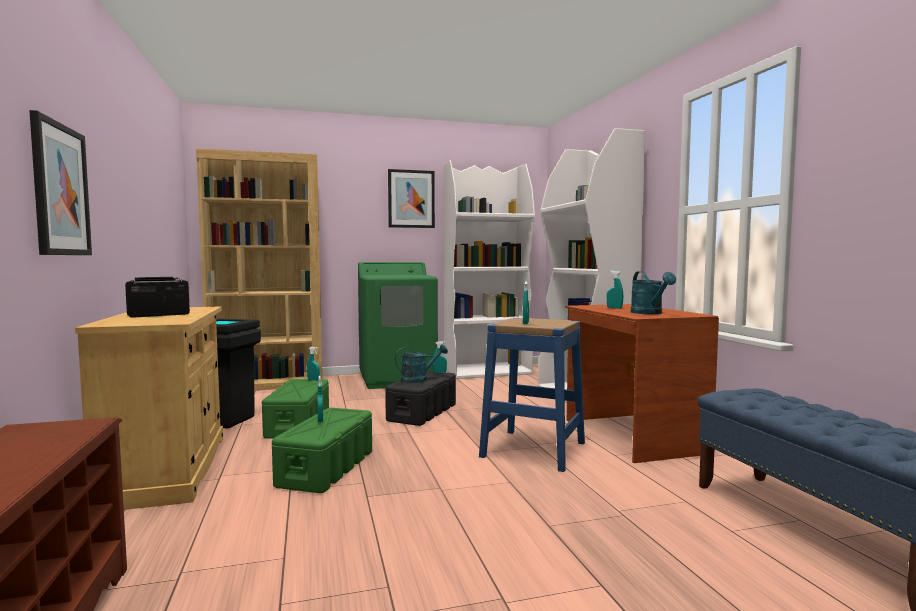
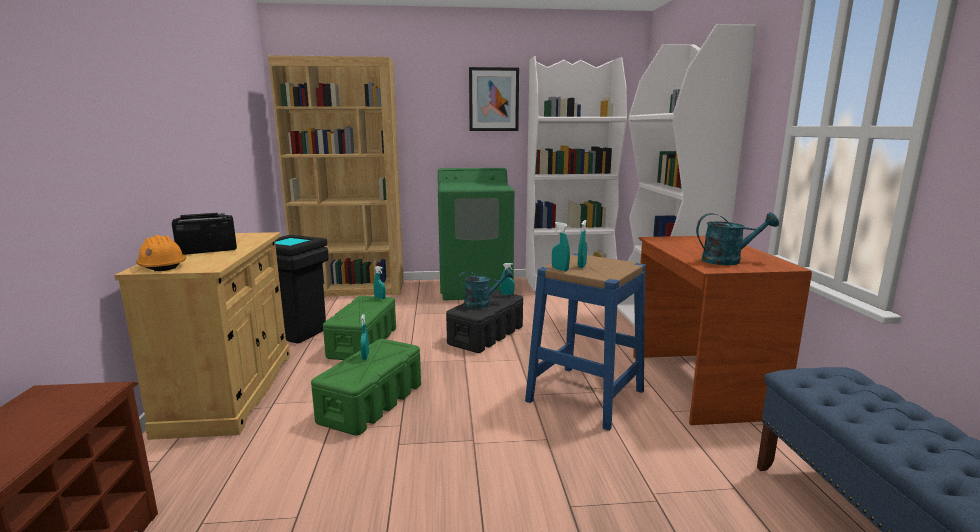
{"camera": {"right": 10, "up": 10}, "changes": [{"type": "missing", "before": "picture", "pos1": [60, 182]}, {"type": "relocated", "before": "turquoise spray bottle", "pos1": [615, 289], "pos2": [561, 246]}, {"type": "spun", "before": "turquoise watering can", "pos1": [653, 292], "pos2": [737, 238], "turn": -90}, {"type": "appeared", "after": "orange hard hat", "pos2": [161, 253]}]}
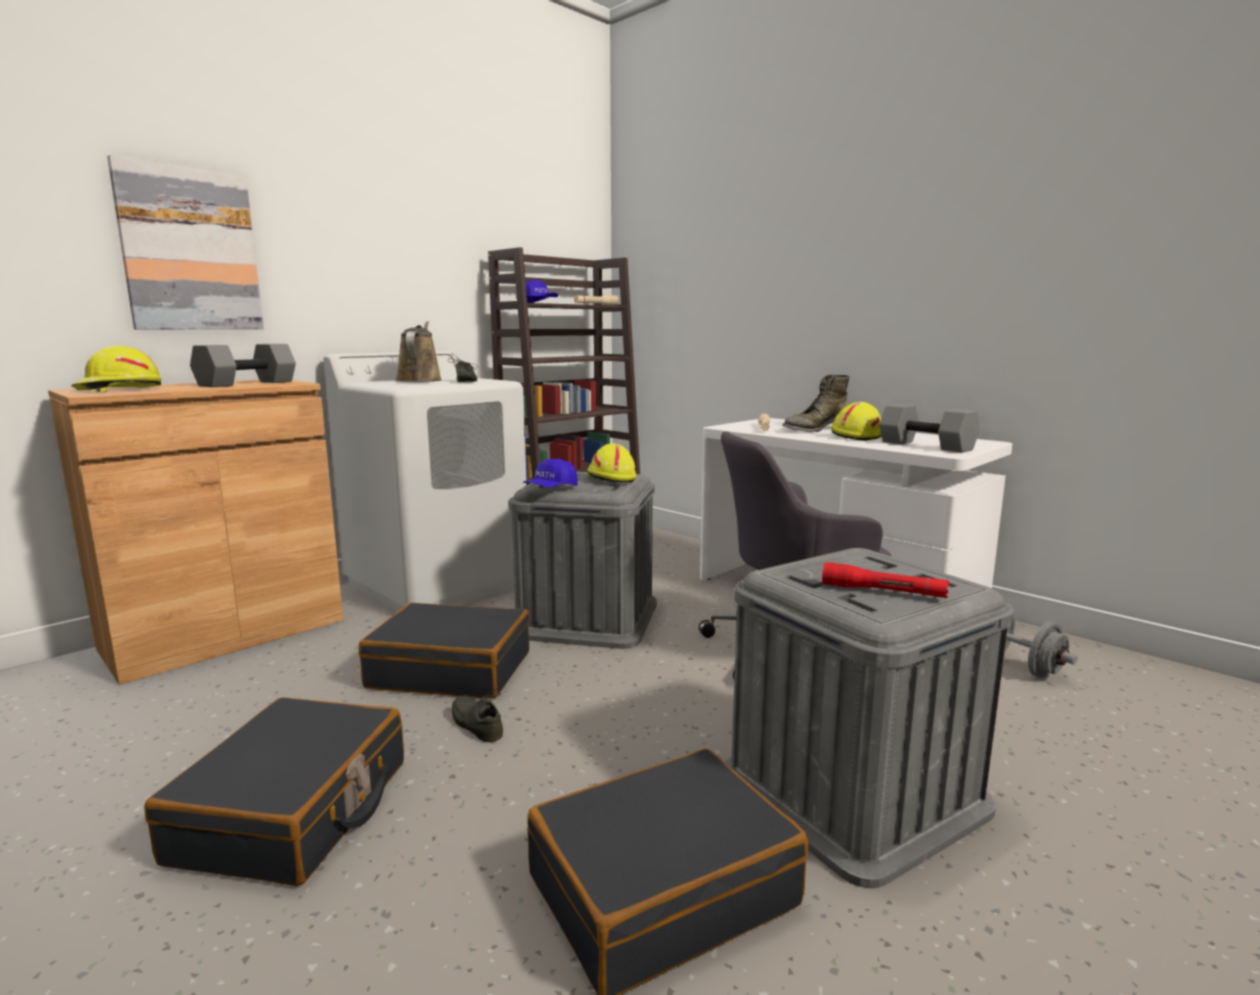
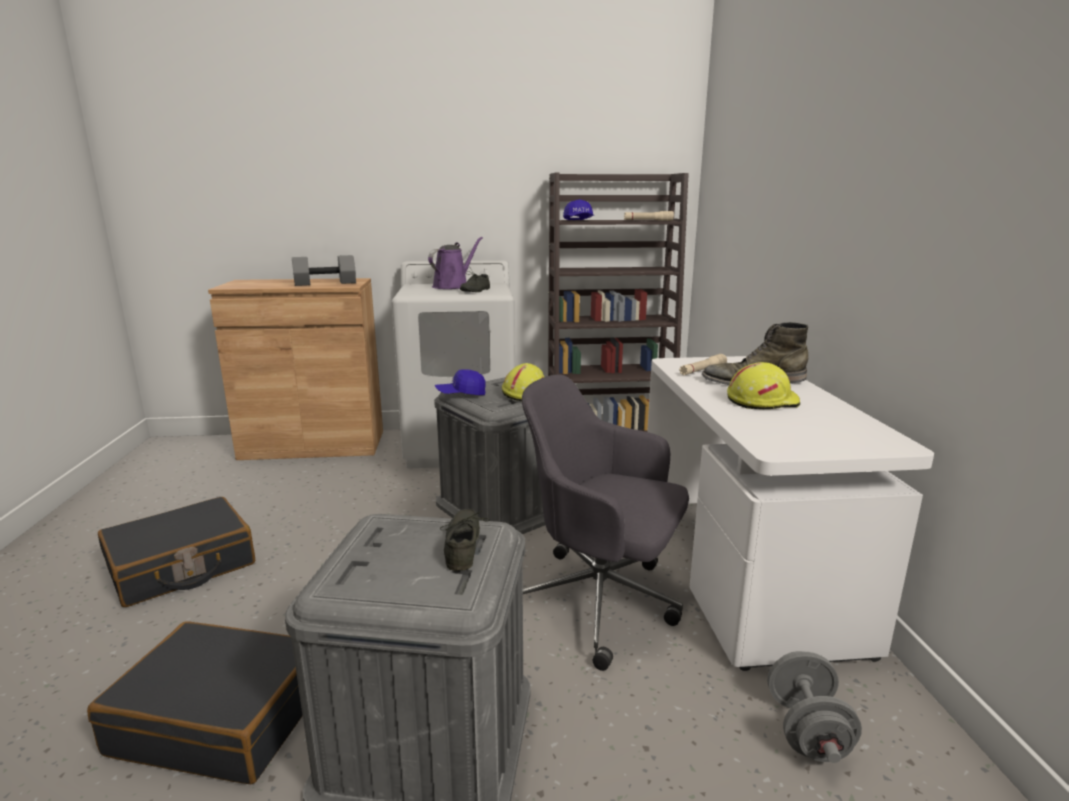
{"camera": {"right": 40, "up": 5}, "changes": [{"type": "missing", "before": "picture", "pos1": [185, 242]}, {"type": "colour", "before": "brown watering can", "after": "purple watering can", "pos1": [418, 351], "pos2": [455, 263]}, {"type": "missing", "before": "yellow hard hat", "pos1": [116, 369]}, {"type": "missing", "before": "grey dumbbell", "pos1": [929, 428]}, {"type": "missing", "before": "red flashlight", "pos1": [885, 580]}, {"type": "missing", "before": "black suitcase", "pos1": [444, 651]}, {"type": "relocated", "before": "grey shoe", "pos1": [477, 714], "pos2": [465, 540]}]}
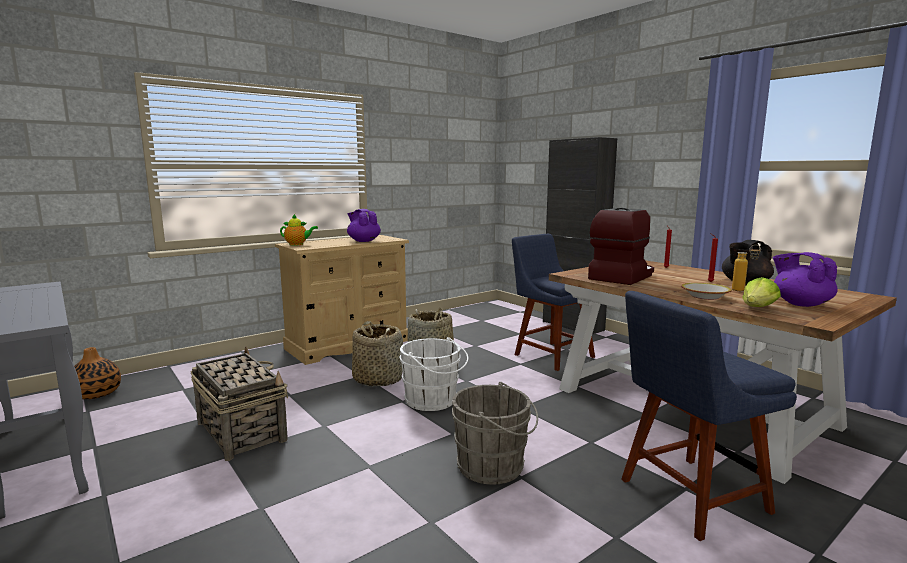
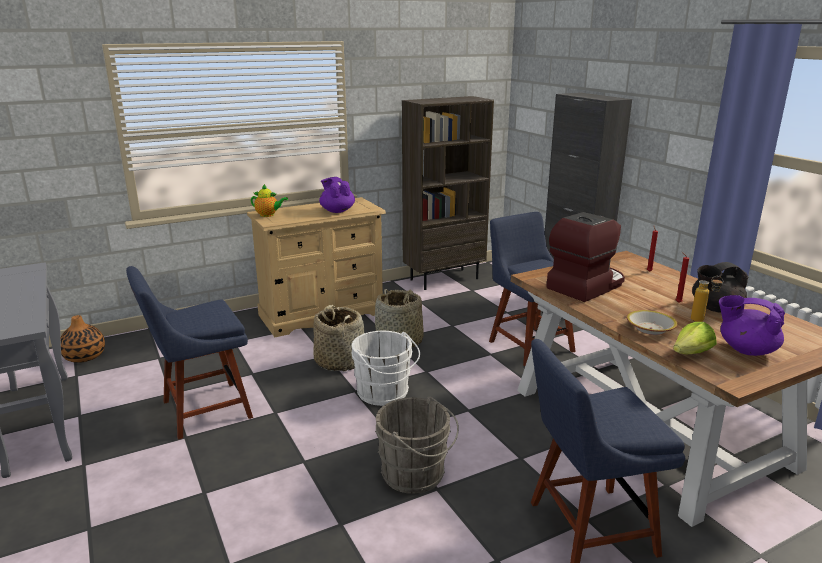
{"camera": {"right": 10, "up": 10}, "changes": [{"type": "spun", "before": "purple teapot", "pos1": [805, 279], "pos2": [752, 325], "turn": -45}, {"type": "exchanged", "before": "basket", "after": "blue chair", "pos1": [239, 403], "pos2": [189, 353]}, {"type": "appeared", "after": "brown bookcase", "pos2": [448, 193]}]}
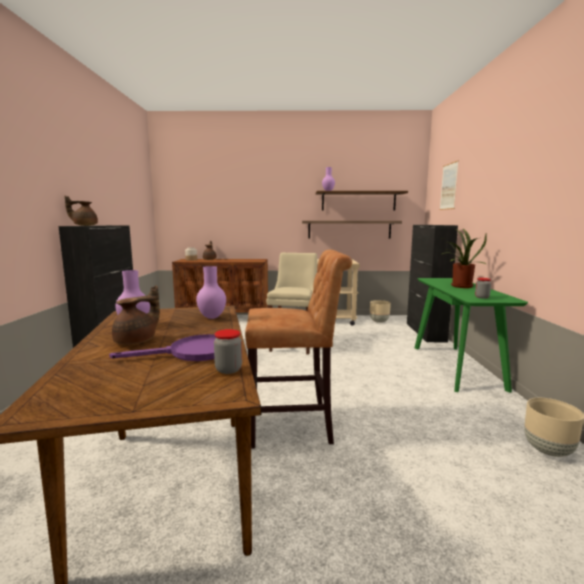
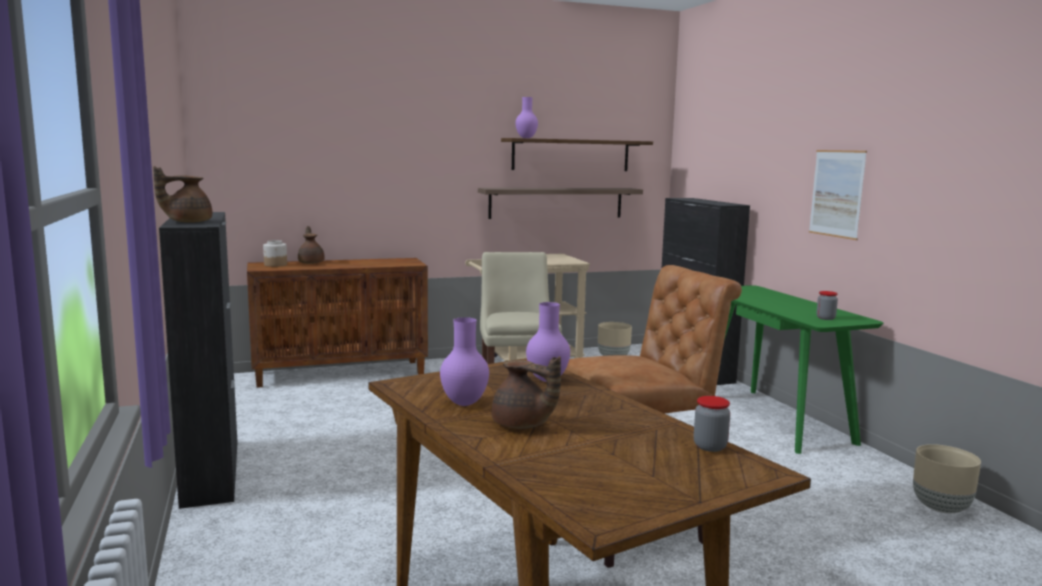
{"camera": {"right": -20, "up": 0}, "changes": [{"type": "relocated", "before": "picture", "pos1": [449, 185], "pos2": [838, 195]}, {"type": "missing", "before": "potted plant", "pos1": [464, 258]}, {"type": "spun", "before": "brown teapot", "pos1": [136, 315], "pos2": [526, 392], "turn": 105}, {"type": "missing", "before": "purple frying pan", "pos1": [162, 347]}]}
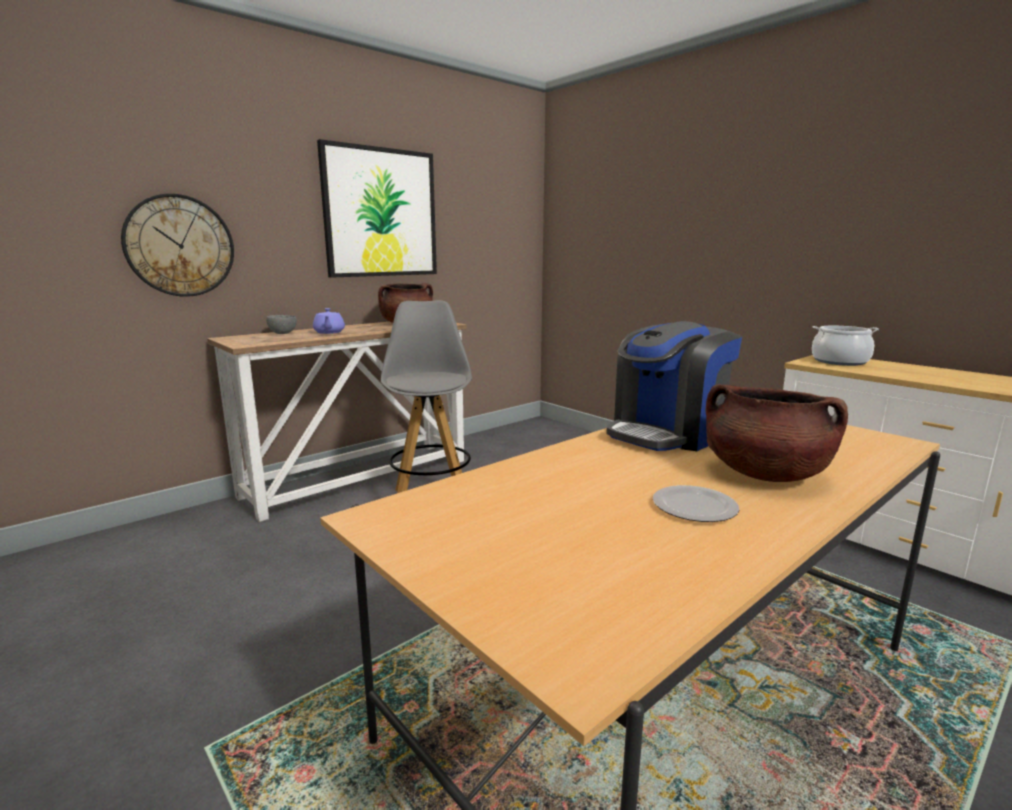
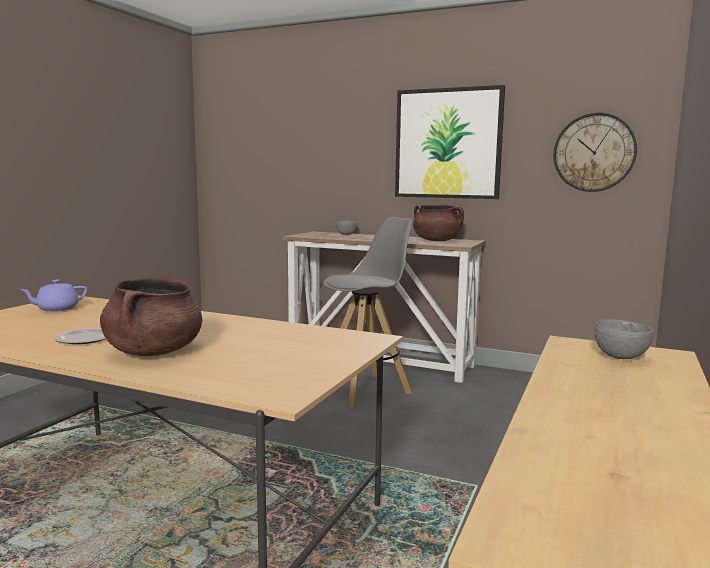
{"camera": {"right": 65, "up": -5}, "changes": [{"type": "relocated", "before": "wall clock", "pos1": [177, 245], "pos2": [595, 152]}, {"type": "relocated", "before": "purple teapot", "pos1": [329, 321], "pos2": [54, 296]}, {"type": "missing", "before": "coffee machine", "pos1": [674, 386]}, {"type": "exchanged", "before": "cooking pot", "after": "grey bowl", "pos1": [845, 346], "pos2": [623, 339]}]}
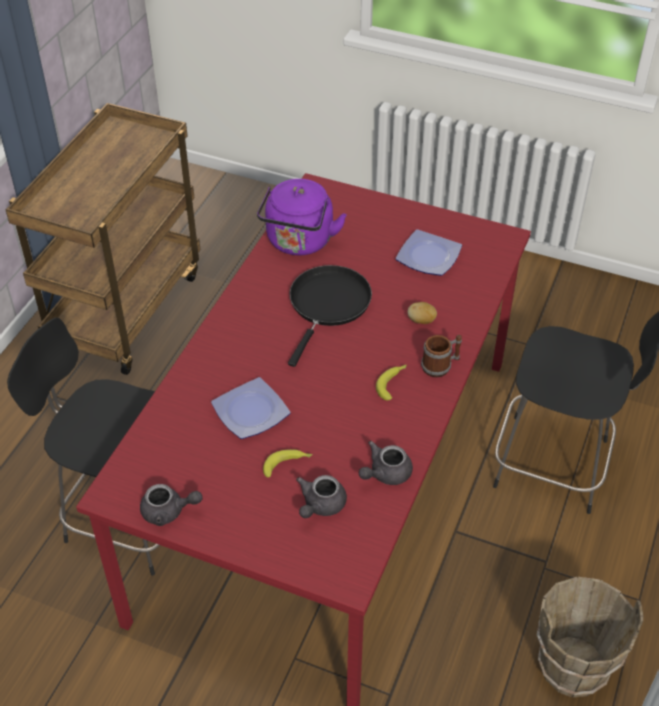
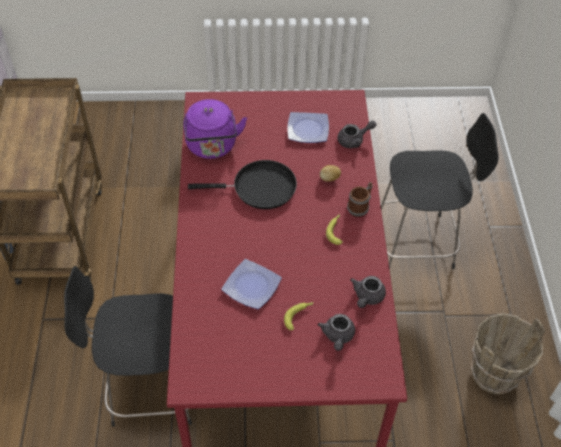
{"camera": {"right": -25, "up": 5}, "changes": [{"type": "spun", "before": "black frying pan", "pos1": [330, 316], "pos2": [242, 184], "turn": 90}, {"type": "relocated", "before": "grey teapot", "pos1": [171, 505], "pos2": [356, 134]}]}
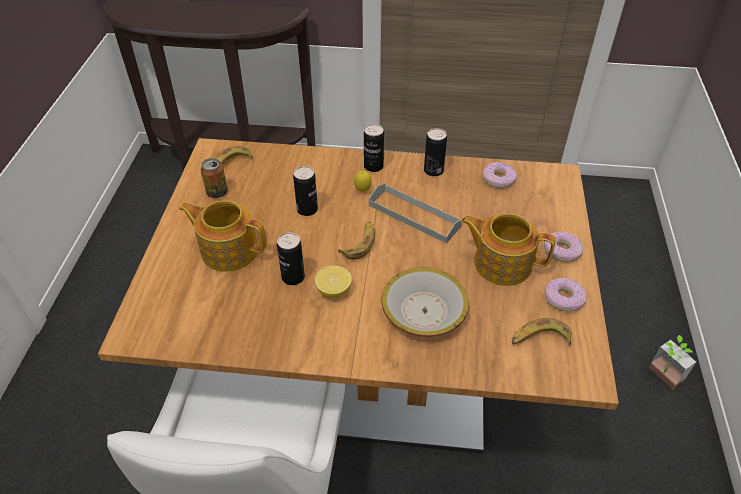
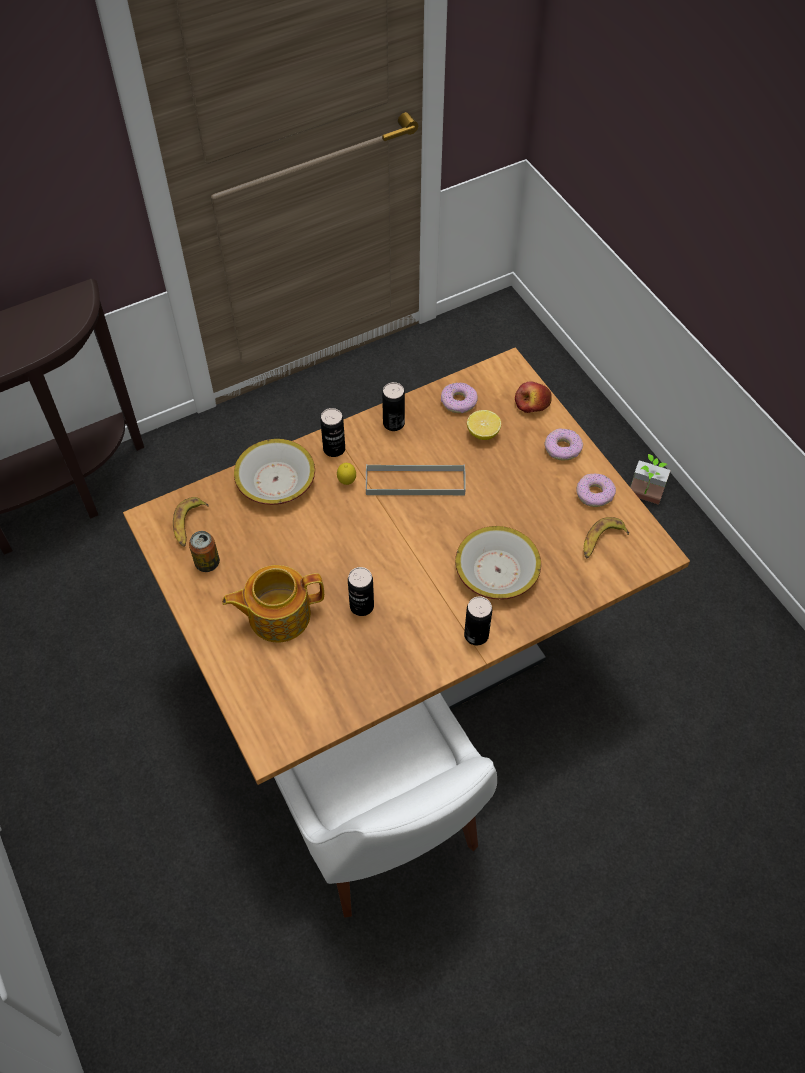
{"camera": {"right": -35, "up": 10}, "changes": [{"type": "relocated", "before": "can", "pos1": [305, 191], "pos2": [478, 620]}, {"type": "missing", "before": "teapot", "pos1": [508, 249]}, {"type": "missing", "before": "banana", "pos1": [356, 241]}, {"type": "relocated", "before": "lemon", "pos1": [333, 282], "pos2": [484, 425]}, {"type": "appeared", "after": "apple", "pos2": [533, 397]}, {"type": "appeared", "after": "bowl", "pos2": [274, 472]}]}
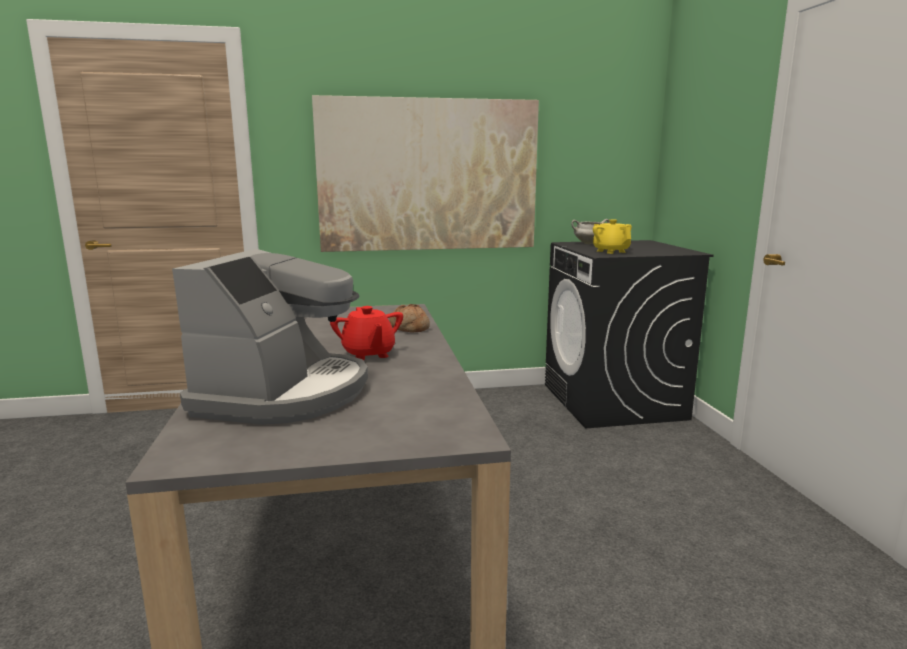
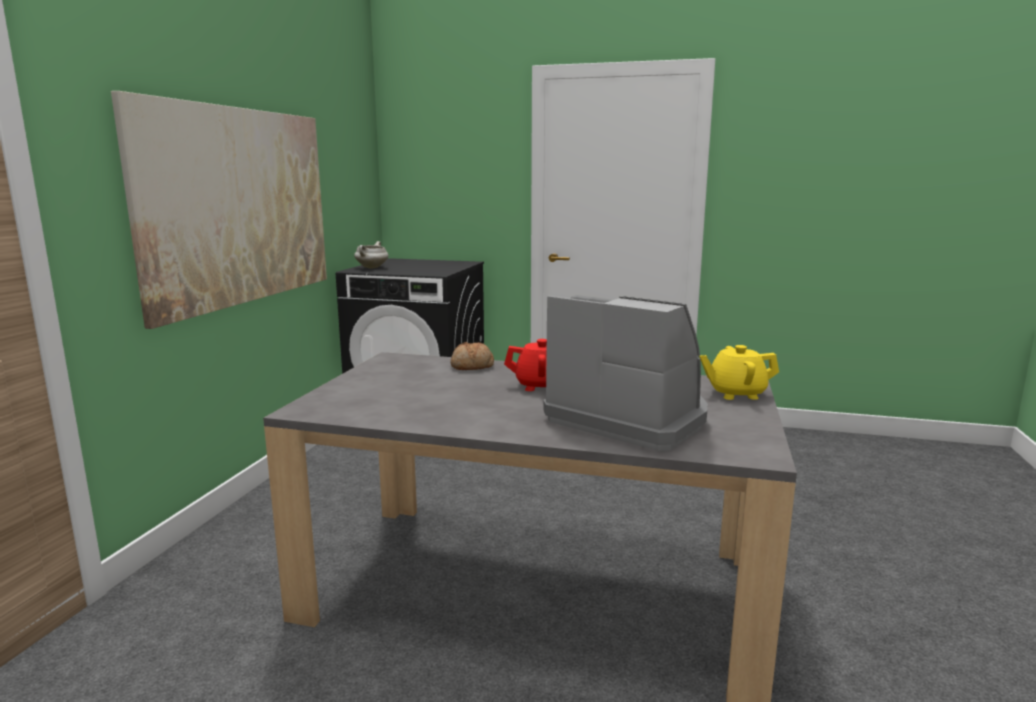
{"camera": {"right": -65, "up": 0}, "changes": [{"type": "relocated", "before": "yellow teapot", "pos1": [612, 236], "pos2": [739, 372]}]}
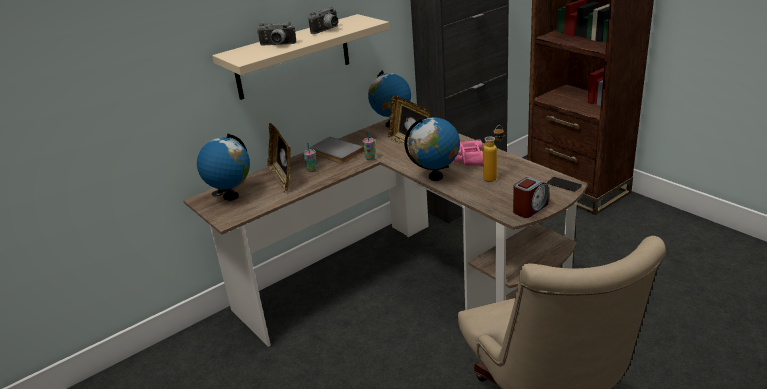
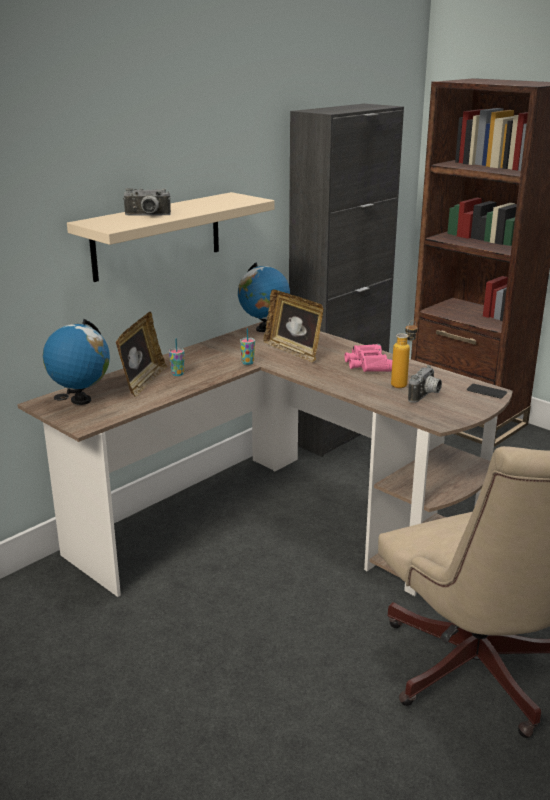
{"camera": {"right": -10, "up": -5}, "changes": [{"type": "relocated", "before": "photo camera", "pos1": [323, 20], "pos2": [425, 384]}, {"type": "missing", "before": "globe", "pos1": [432, 149]}, {"type": "spun", "before": "picture frame", "pos1": [279, 157], "pos2": [141, 354], "turn": -135}, {"type": "missing", "before": "grey book", "pos1": [336, 150]}, {"type": "missing", "before": "alarm clock", "pos1": [531, 197]}]}
